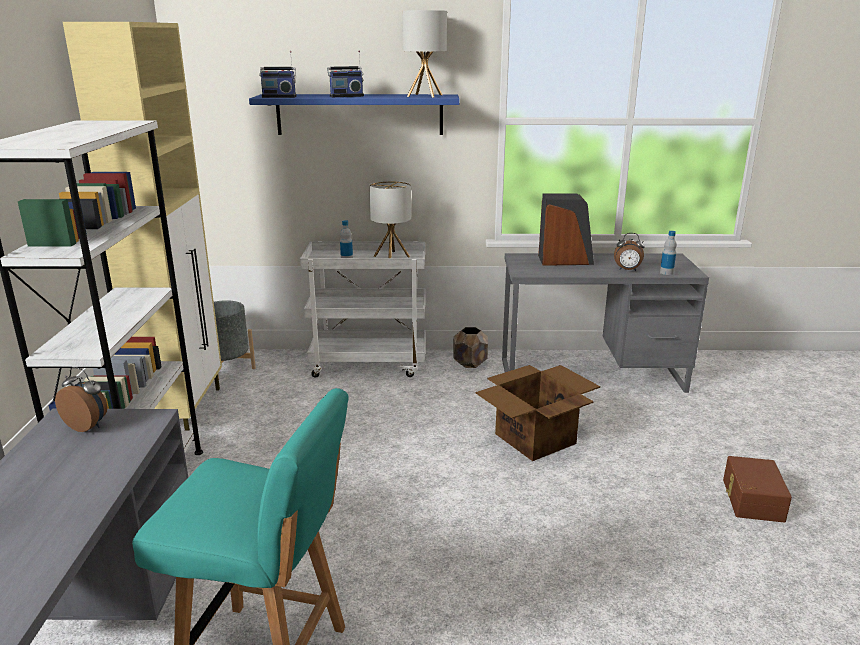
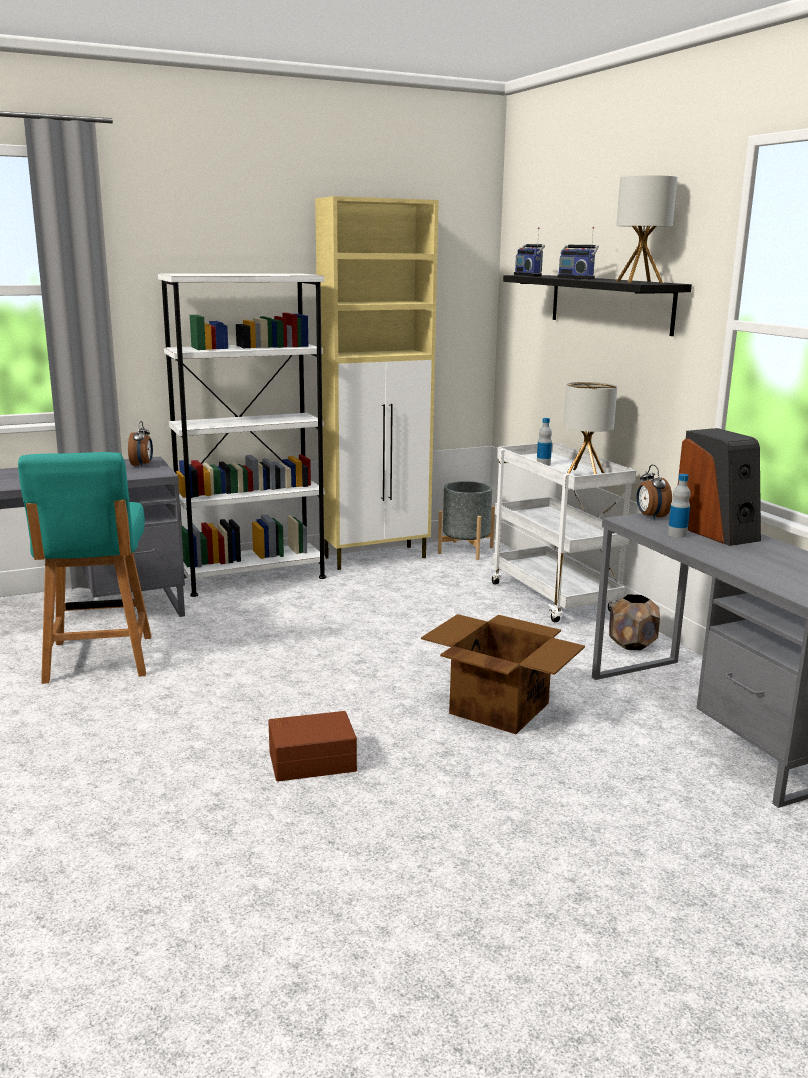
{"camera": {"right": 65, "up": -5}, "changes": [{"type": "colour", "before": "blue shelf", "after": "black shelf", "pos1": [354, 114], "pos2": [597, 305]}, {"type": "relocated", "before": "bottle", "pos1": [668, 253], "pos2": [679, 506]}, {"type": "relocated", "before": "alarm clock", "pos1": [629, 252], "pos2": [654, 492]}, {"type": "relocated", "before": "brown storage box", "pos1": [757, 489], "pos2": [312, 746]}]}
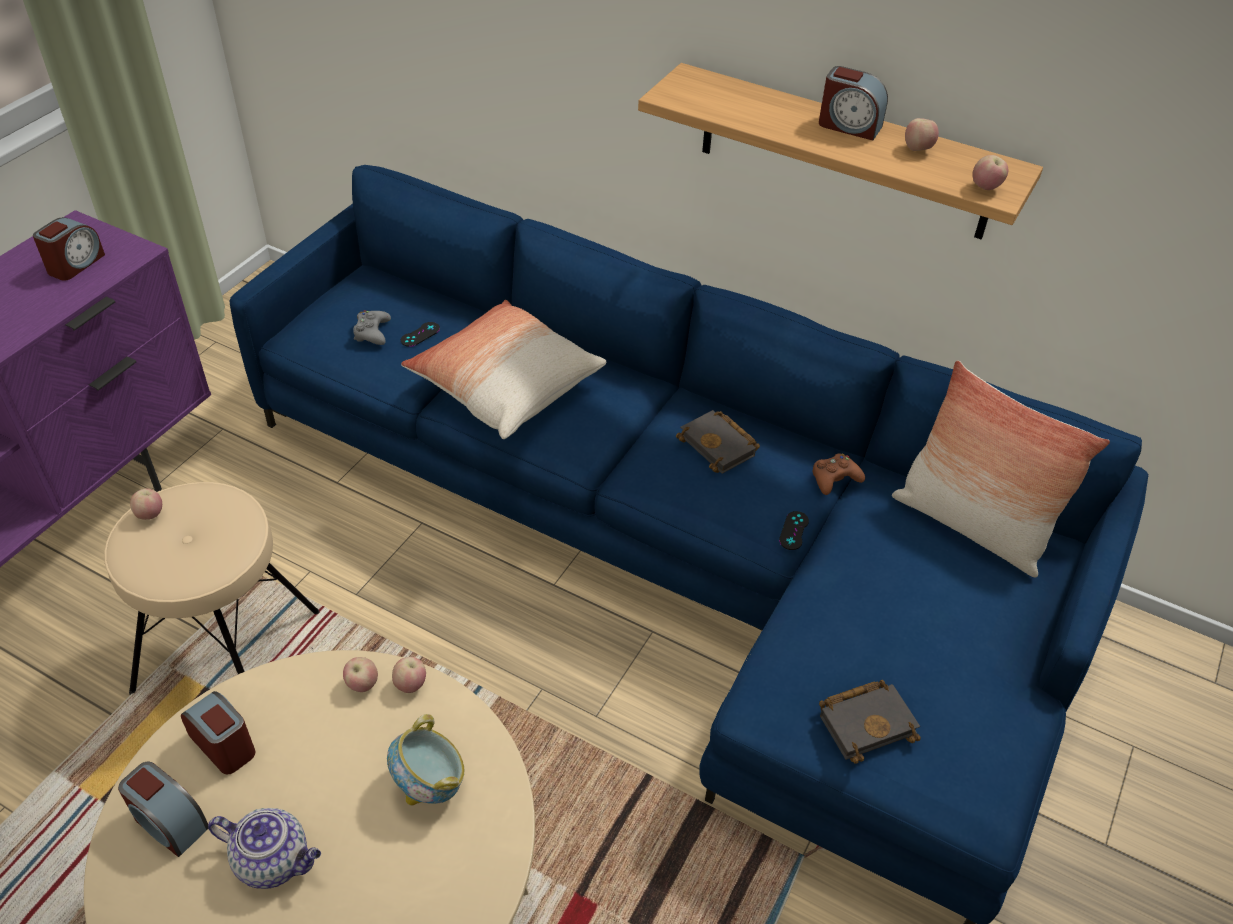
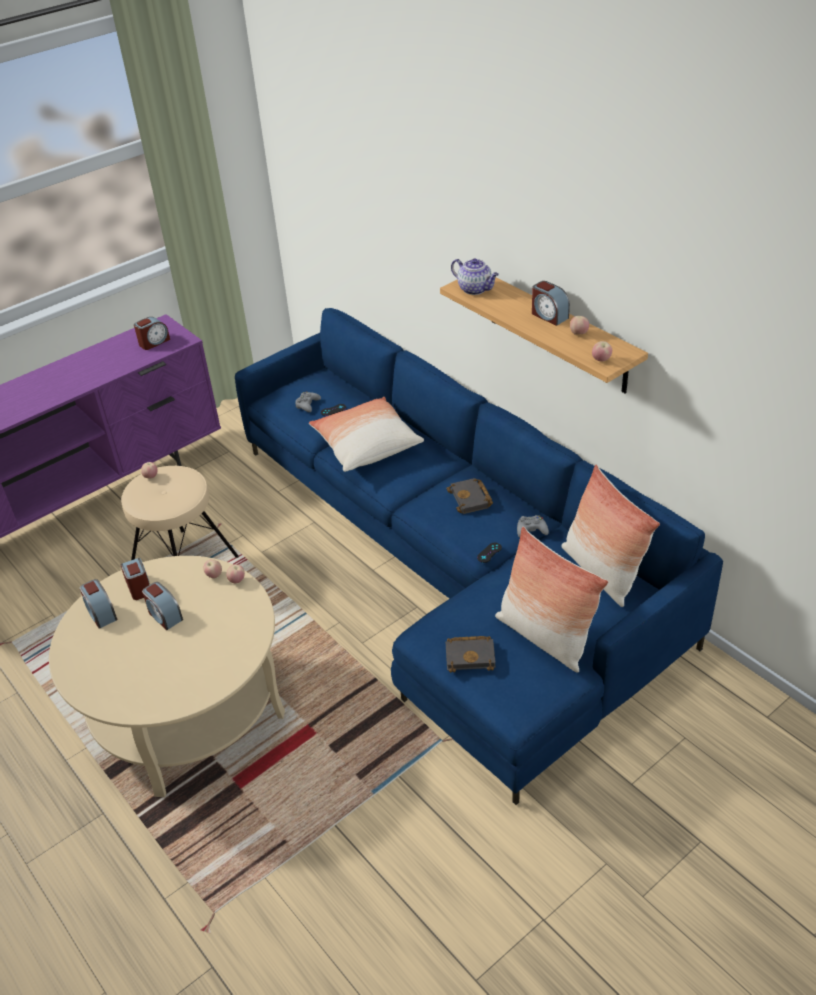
{"camera": {"right": 25, "up": -5}, "changes": [{"type": "colour", "before": "brown game controller", "after": "grey game controller", "pos1": [839, 474], "pos2": [533, 526]}, {"type": "missing", "before": "bowl", "pos1": [425, 760]}, {"type": "relocated", "before": "teapot", "pos1": [264, 848], "pos2": [475, 276]}, {"type": "appeared", "after": "pillow", "pos2": [551, 600]}, {"type": "appeared", "after": "alarm clock", "pos2": [162, 606]}]}
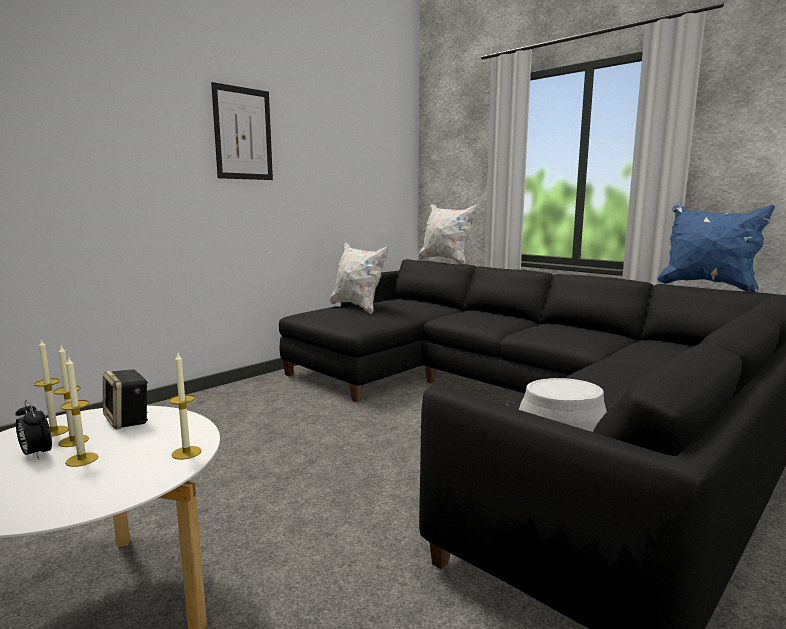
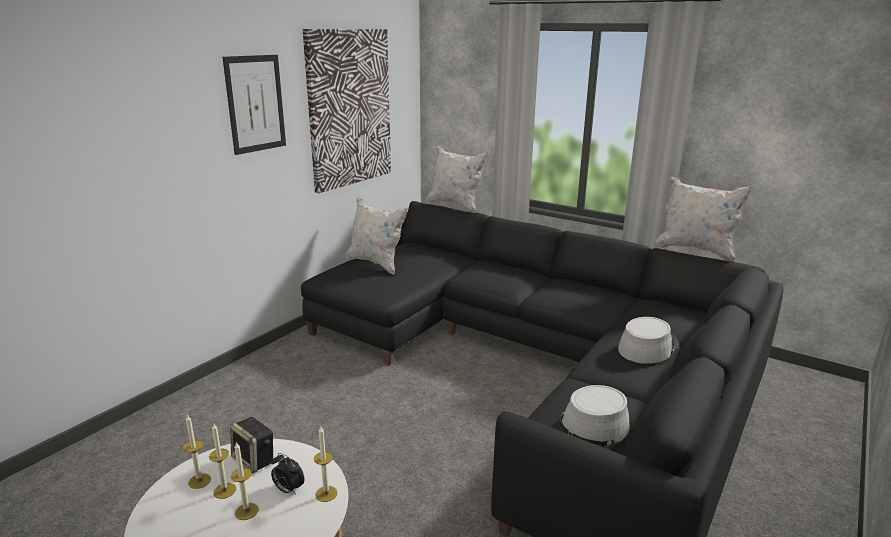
{"camera": {"right": -10, "up": 10}, "changes": [{"type": "colour", "before": "blue pillow", "after": "white pillow", "pos1": [716, 248], "pos2": [703, 219]}, {"type": "relocated", "before": "alarm clock", "pos1": [33, 430], "pos2": [287, 474]}, {"type": "appeared", "after": "picture", "pos2": [347, 111]}, {"type": "appeared", "after": "grey hat", "pos2": [648, 340]}]}
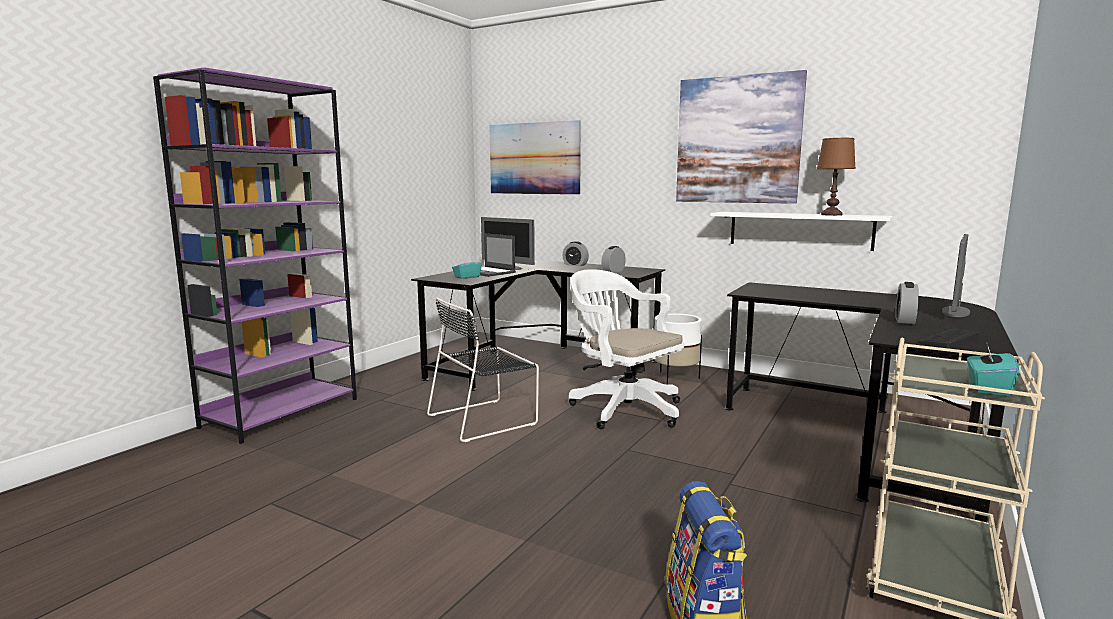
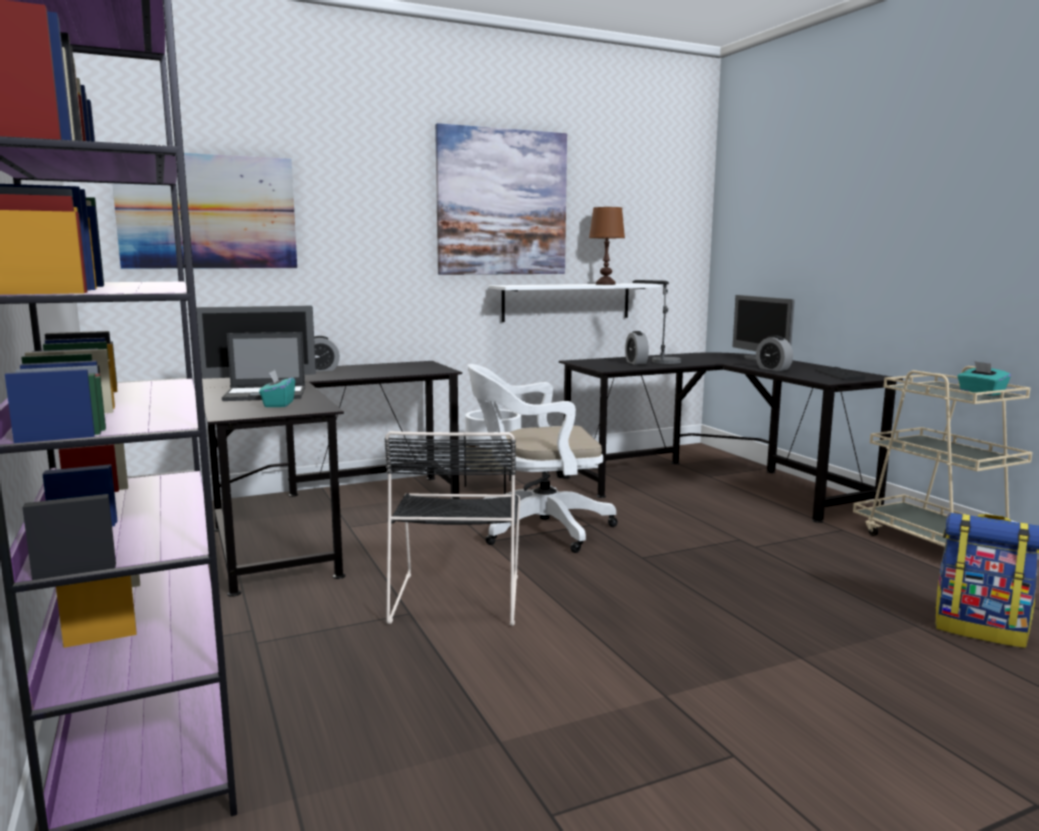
{"camera": {"right": -55, "up": 0}, "changes": [{"type": "relocated", "before": "alarm clock", "pos1": [613, 259], "pos2": [637, 348]}, {"type": "appeared", "after": "table lamp", "pos2": [656, 322]}]}
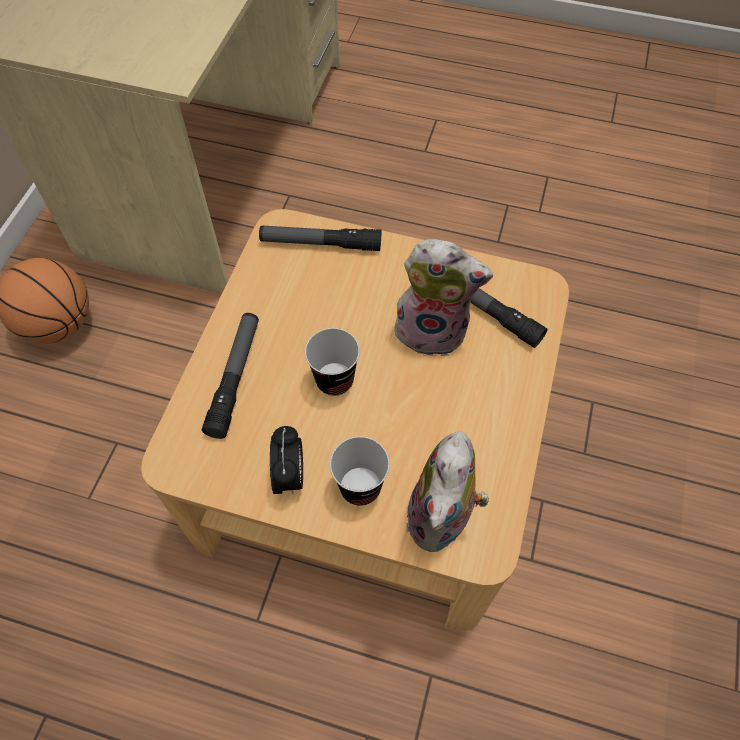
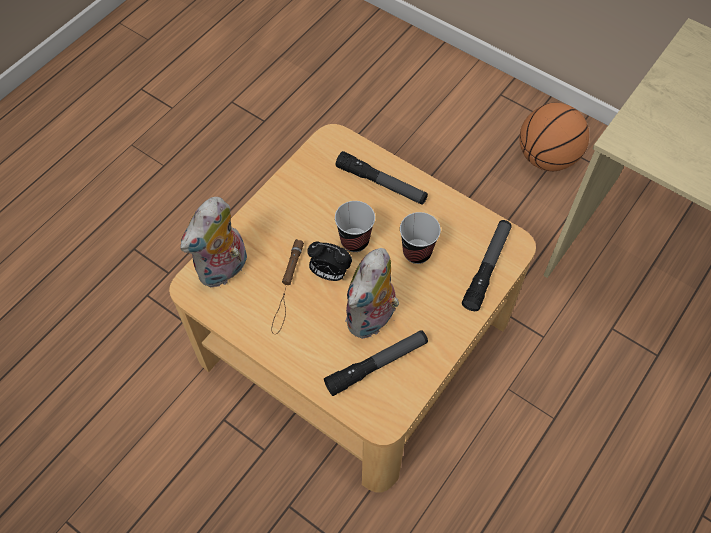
{"camera": {"right": 110, "up": 0}, "changes": [{"type": "relocated", "before": "alarm clock", "pos1": [286, 460], "pos2": [329, 261]}, {"type": "spun", "before": "plush toy", "pos1": [447, 492], "pos2": [213, 242], "turn": -90}, {"type": "relocated", "before": "cup", "pos1": [360, 471], "pos2": [420, 238]}, {"type": "appeared", "after": "brown flashlight", "pos2": [287, 286]}]}
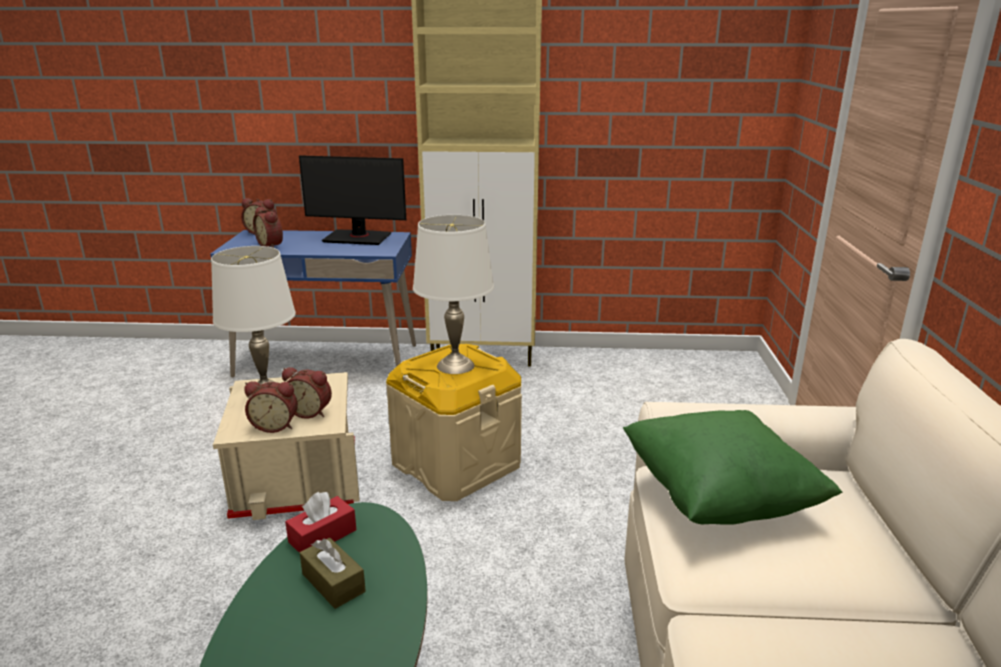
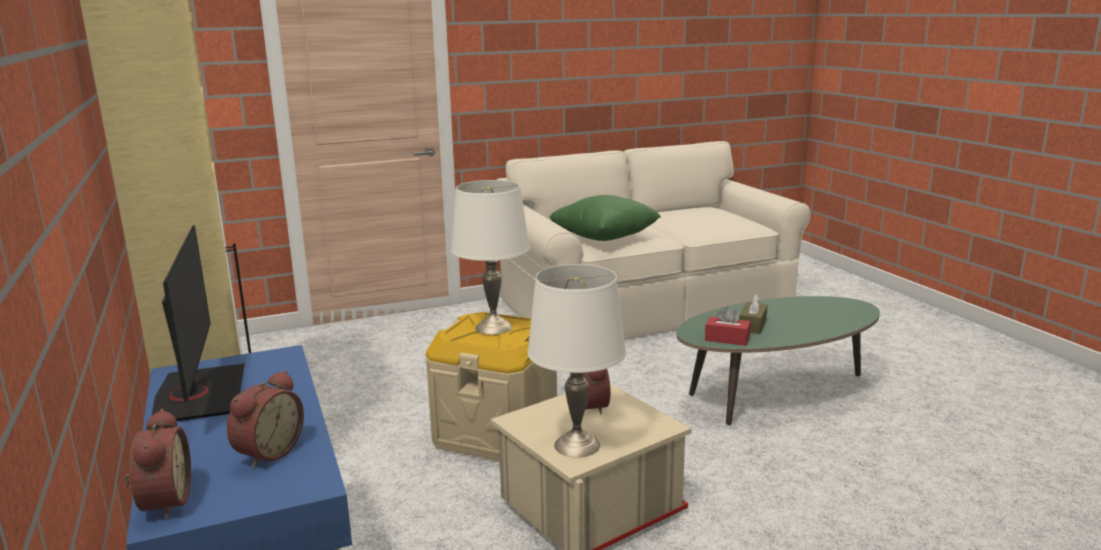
{"camera": {"right": -115, "up": -5}, "changes": [{"type": "missing", "before": "alarm clock", "pos1": [271, 407]}]}
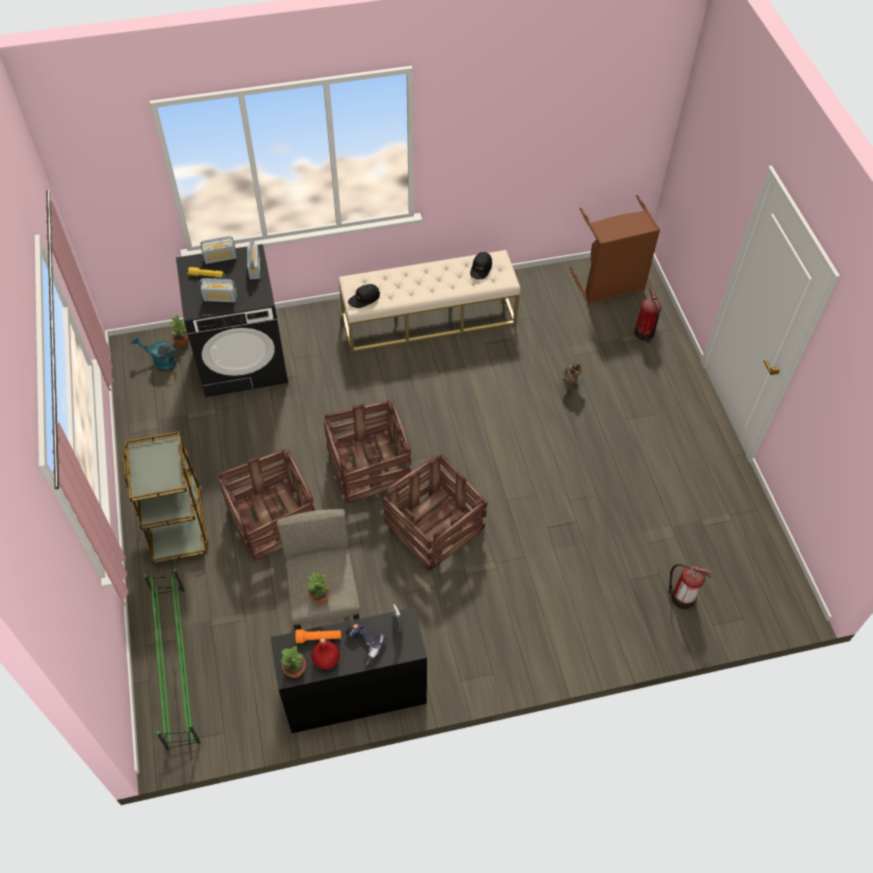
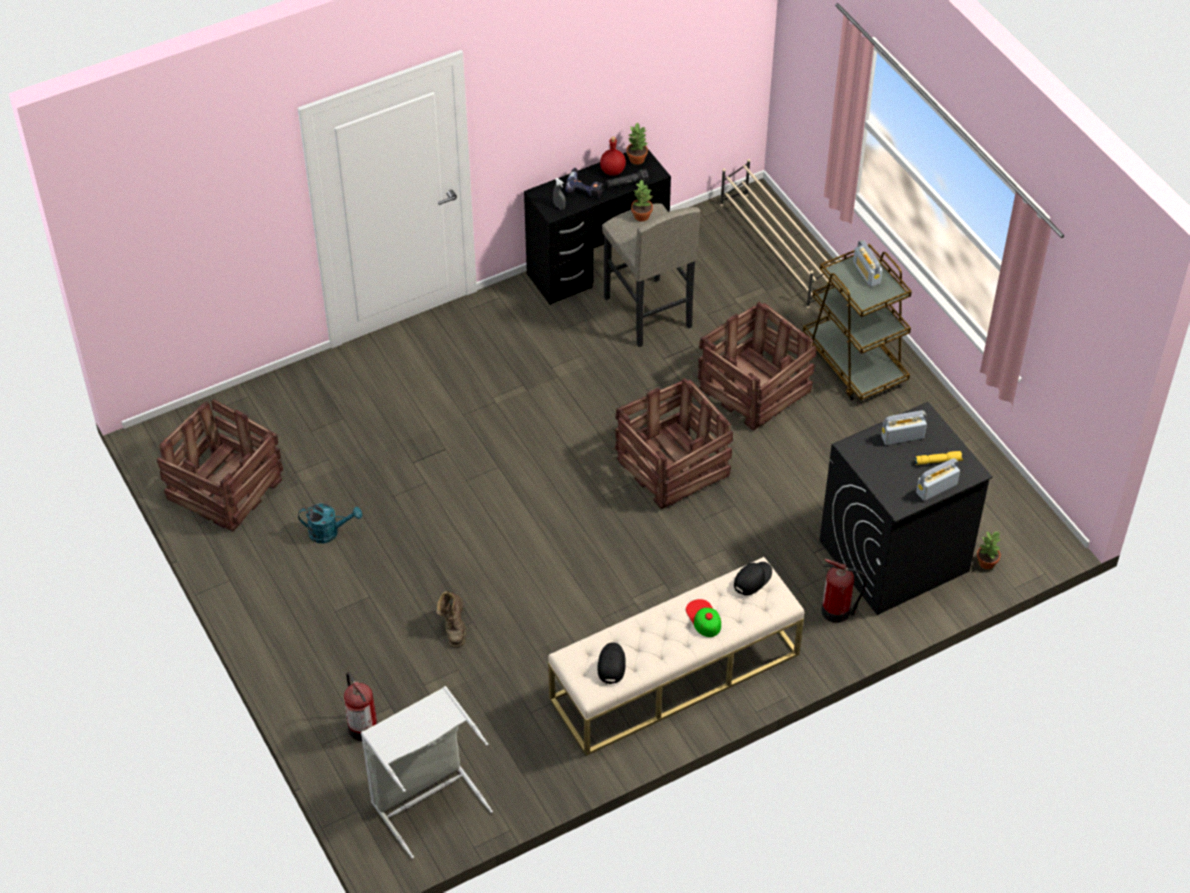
{"camera": {"right": 165, "up": -5}, "changes": [{"type": "colour", "before": "brown laundry basket", "after": "grey laundry basket", "pos1": [615, 249], "pos2": [427, 772]}, {"type": "relocated", "before": "radio", "pos1": [253, 259], "pos2": [868, 263]}, {"type": "relocated", "before": "turquoise watering can", "pos1": [154, 353], "pos2": [330, 523]}, {"type": "relocated", "before": "crate", "pos1": [435, 512], "pos2": [219, 465]}, {"type": "relocated", "before": "fire extinguisher", "pos1": [690, 586], "pos2": [843, 591]}, {"type": "colour", "before": "green shoe rack", "after": "beige shoe rack", "pos1": [172, 660], "pos2": [779, 233]}, {"type": "colour", "before": "orange flashlight", "after": "black flashlight", "pos1": [318, 636], "pos2": [627, 178]}, {"type": "appeared", "after": "cap", "pos2": [703, 618]}]}
